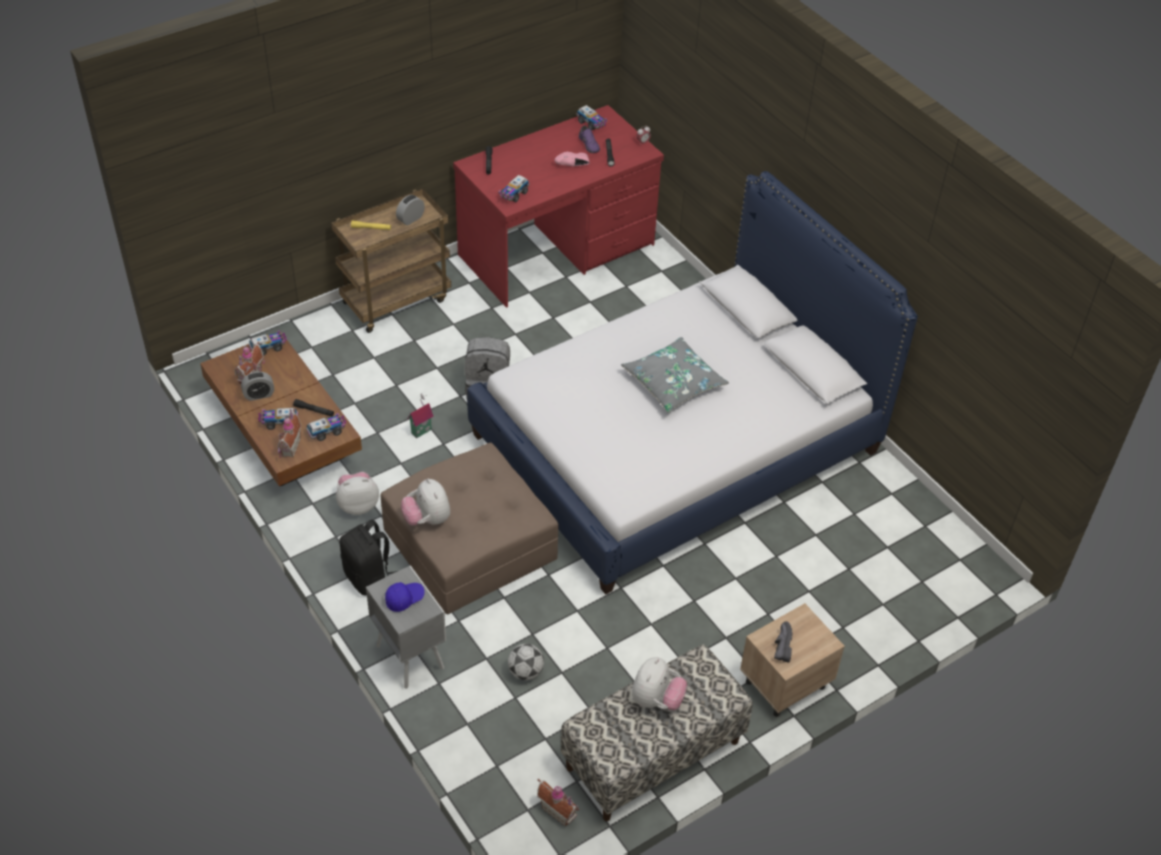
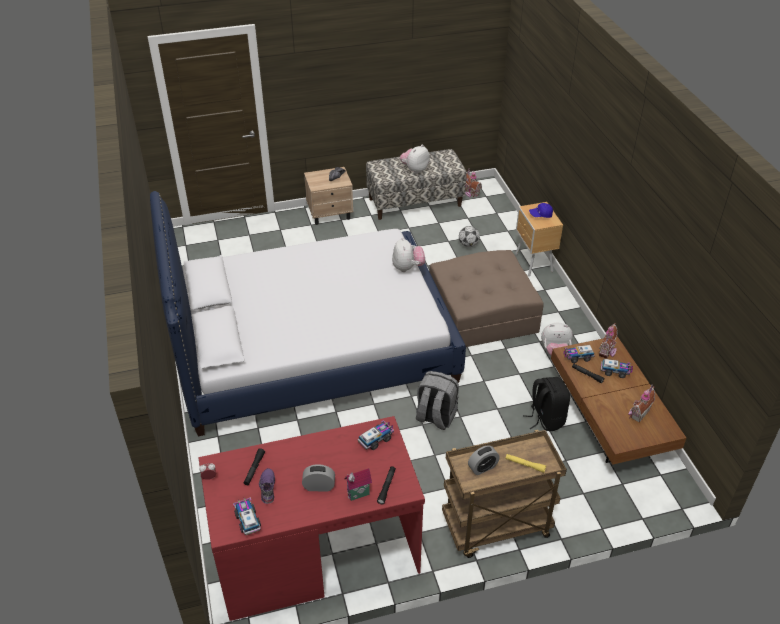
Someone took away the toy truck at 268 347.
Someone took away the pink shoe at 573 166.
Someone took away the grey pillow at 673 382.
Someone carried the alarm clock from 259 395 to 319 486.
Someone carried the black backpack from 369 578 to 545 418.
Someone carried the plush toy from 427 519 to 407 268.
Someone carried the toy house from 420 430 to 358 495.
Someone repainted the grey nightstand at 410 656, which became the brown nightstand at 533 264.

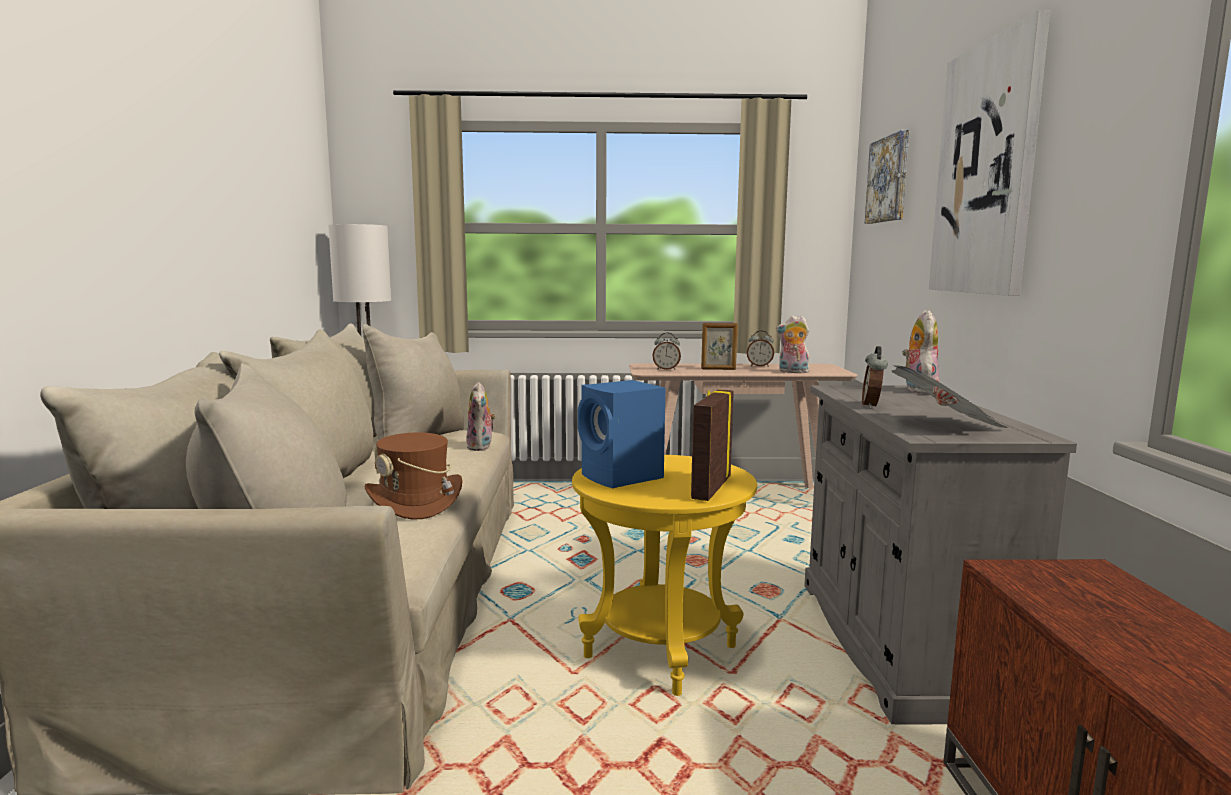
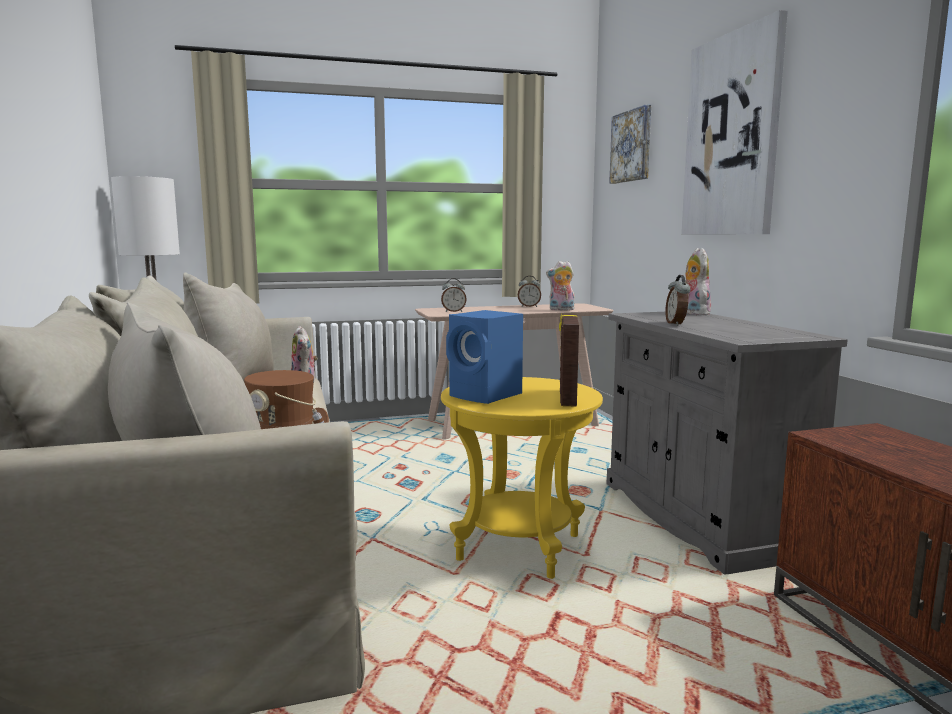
Someone took away the picture frame at 718 369.
Someone took away the newspaper at 946 426.

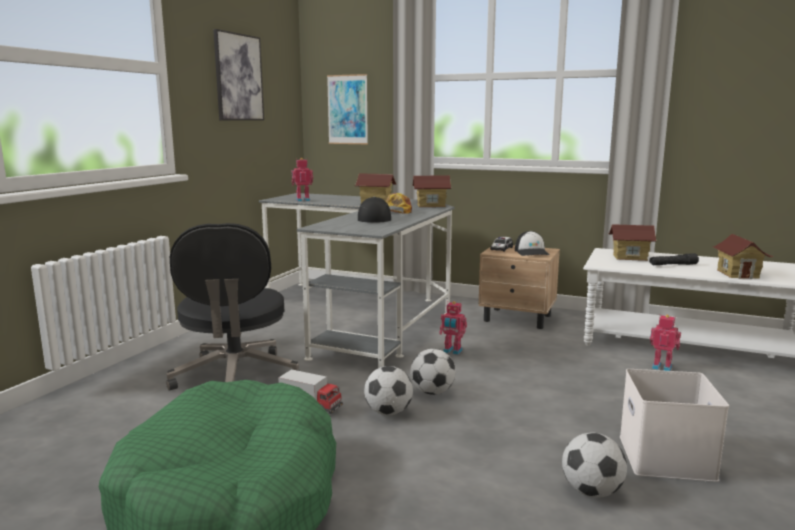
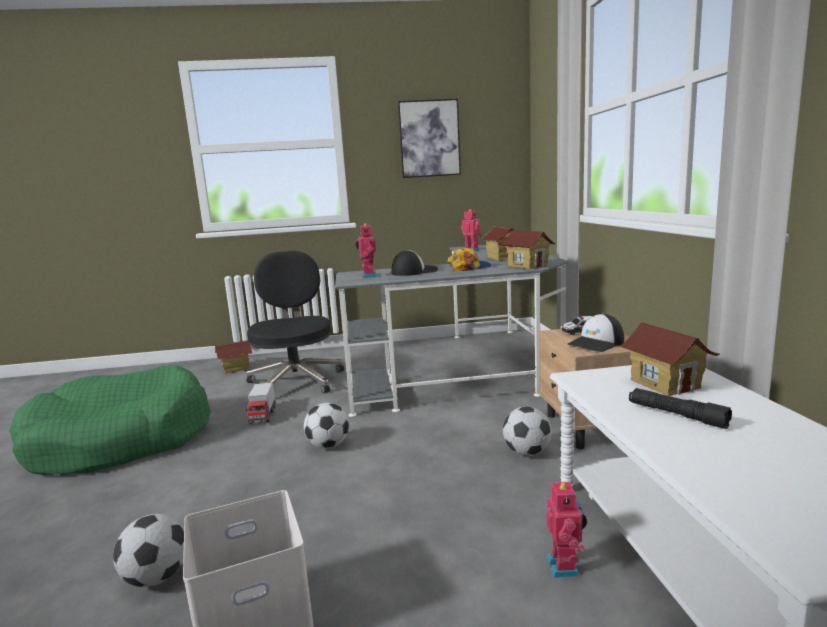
Someone took away the picture at 347 109.
Someone carried the football from 388 412 to 527 452.
Someone carried the toy robot from 452 351 to 368 276.
Someone carried the toy house from 738 274 to 236 369.
Someone rotated the black office chair at 235 377 by 120 degrees clockwise.

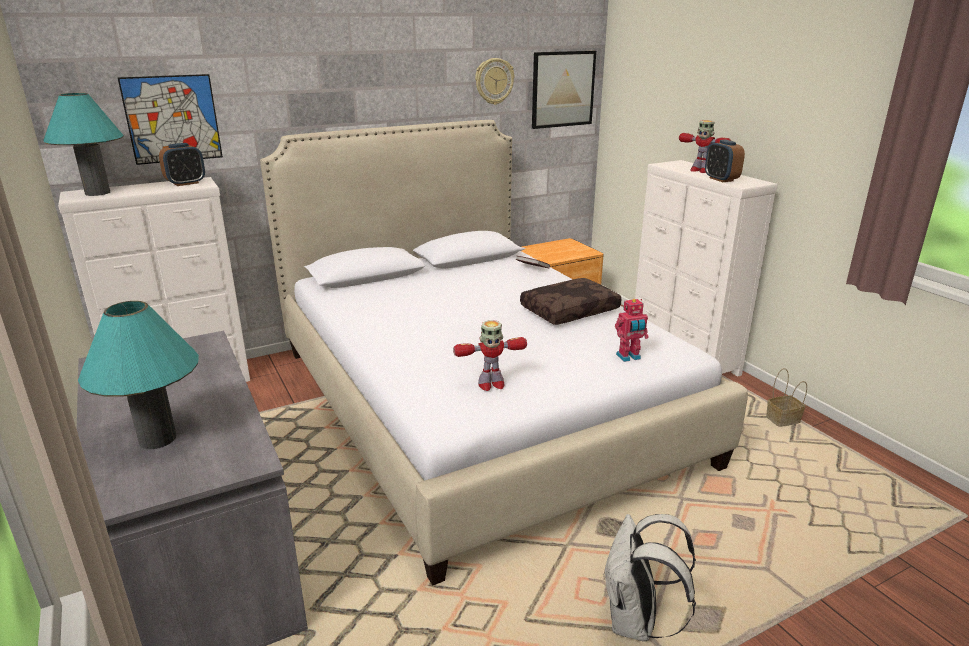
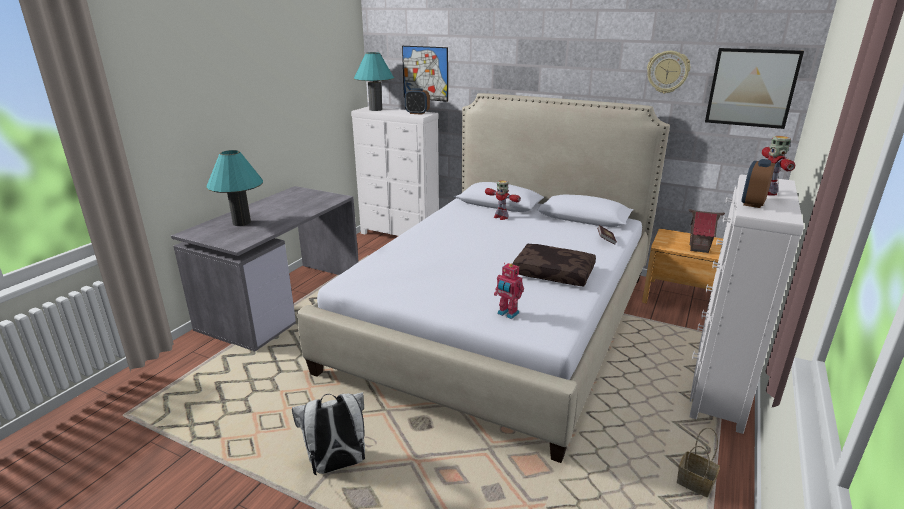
Someone put down the toy house at 698 248.
Someone carried the toy robot from 490 384 to 500 217.

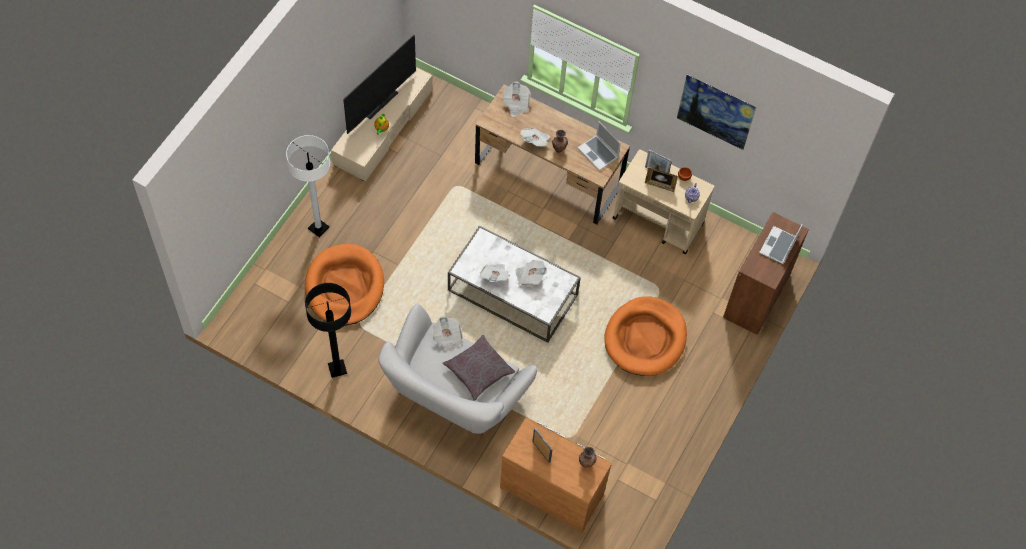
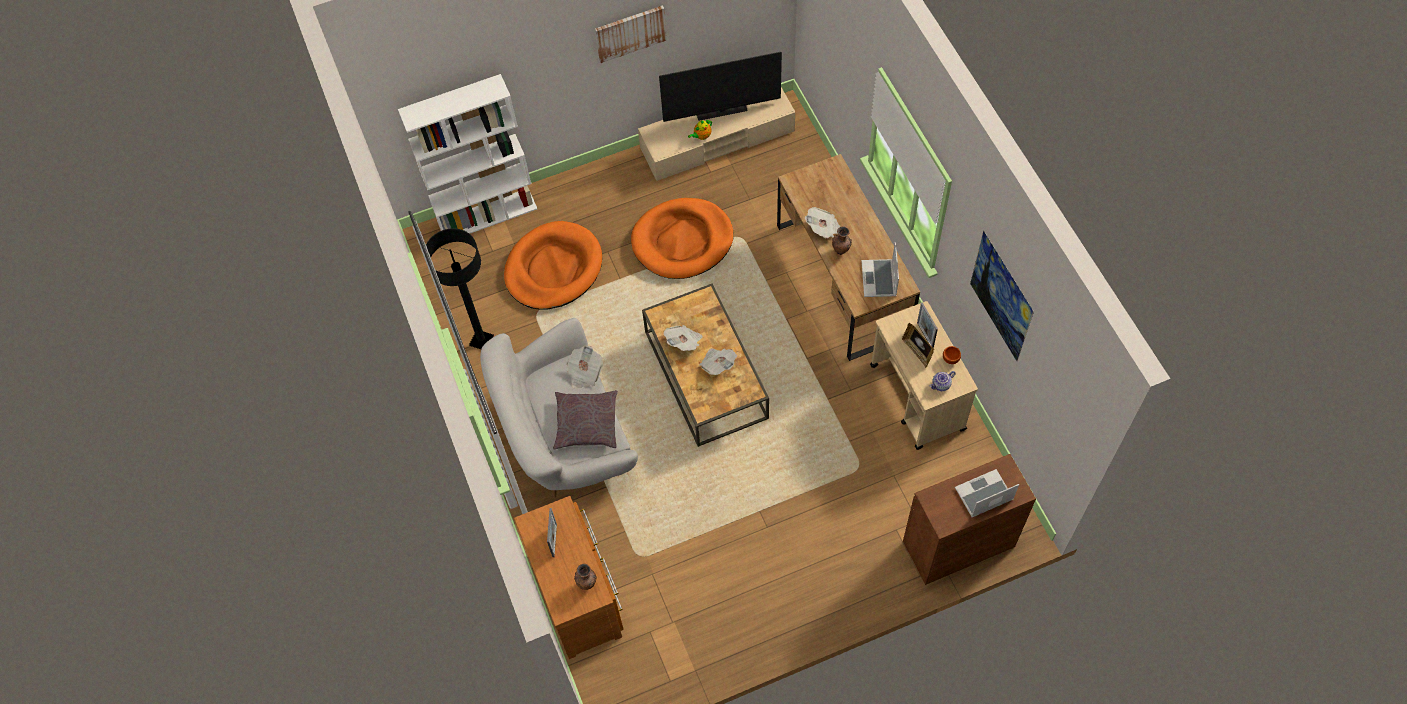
Someone took away the white floor lamp at 318 228.
Someone took away the newspaper at 516 104.
Someone put down the white bookcase at 487 214.
Someone put up the picture at 630 33.
Someone carried the orange dog bed from 645 338 to 682 241.
Someone repainted the white coffee table at 512 293, which became the brown coffee table at 705 375.

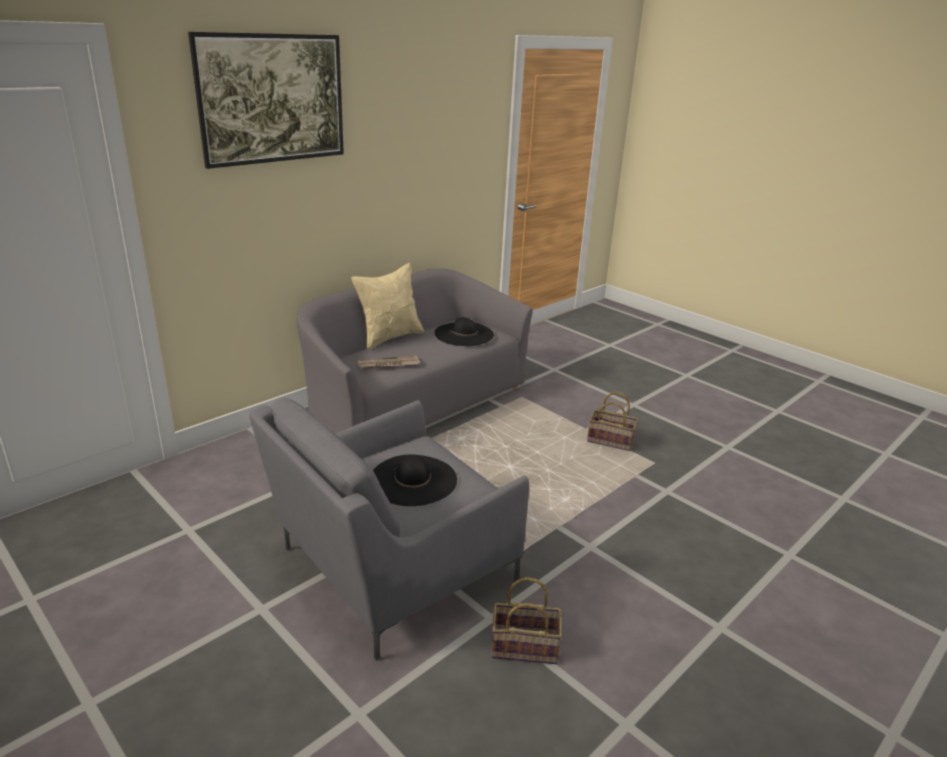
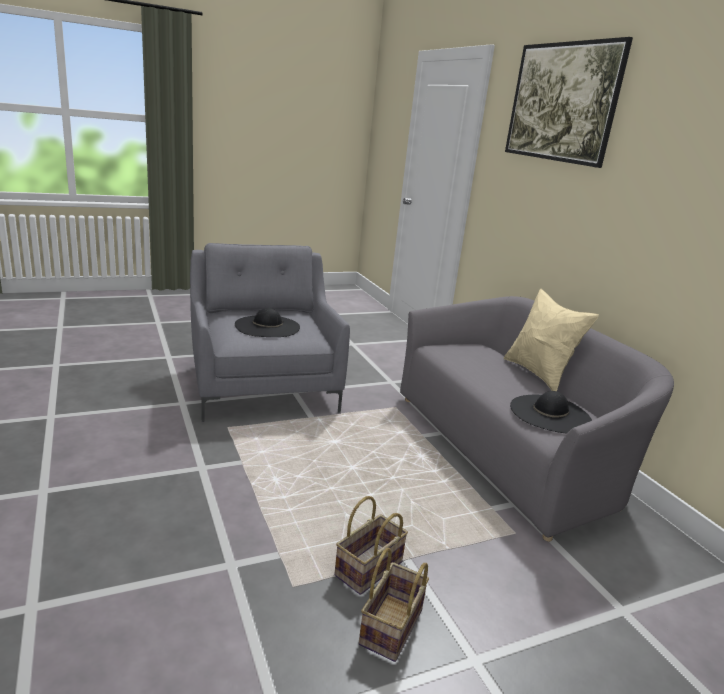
Someone took away the newspaper at 388 365.
Someone carried the basket from 526 646 to 392 628.

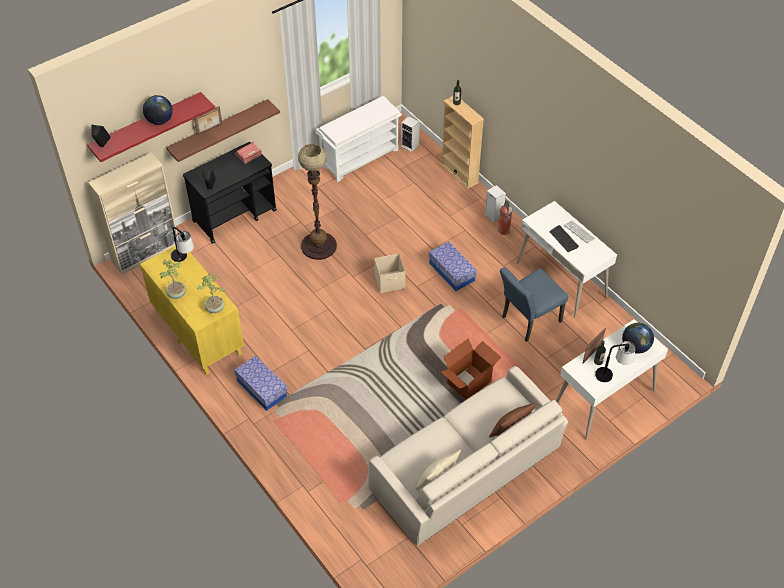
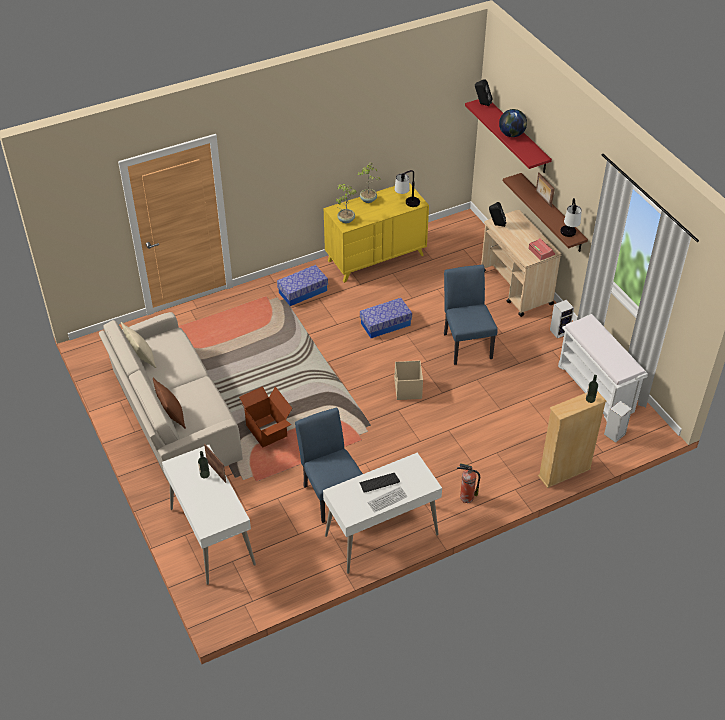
Someone took away the beige cabinet at 146 253.
Someone took away the globe at 635 346.
Someone carried the storage box from 452 272 to 385 324.
Someone carried the speaker from 493 215 to 560 331.
Someone carried the table lamp from 612 374 to 568 237.
Someone swapped the floor lamp at 318 246 for the blue chair at 466 343.
Someone repainted the black cart at 235 215, which became the beige cart at 516 288.

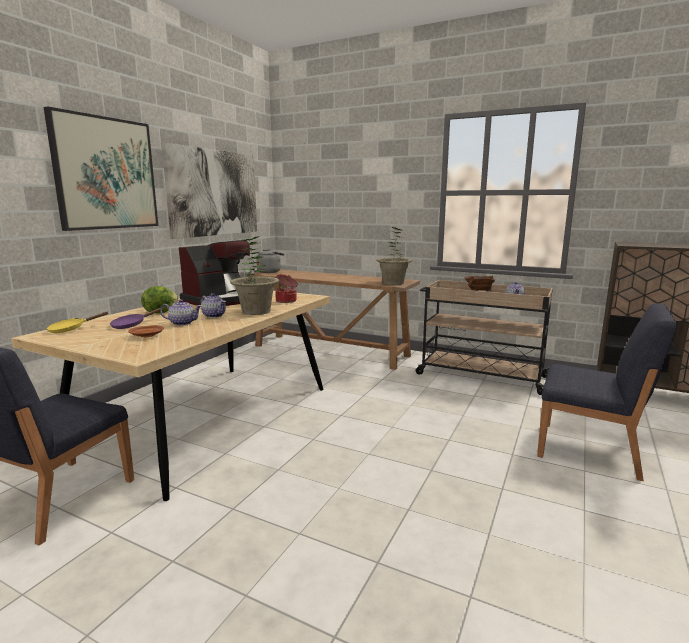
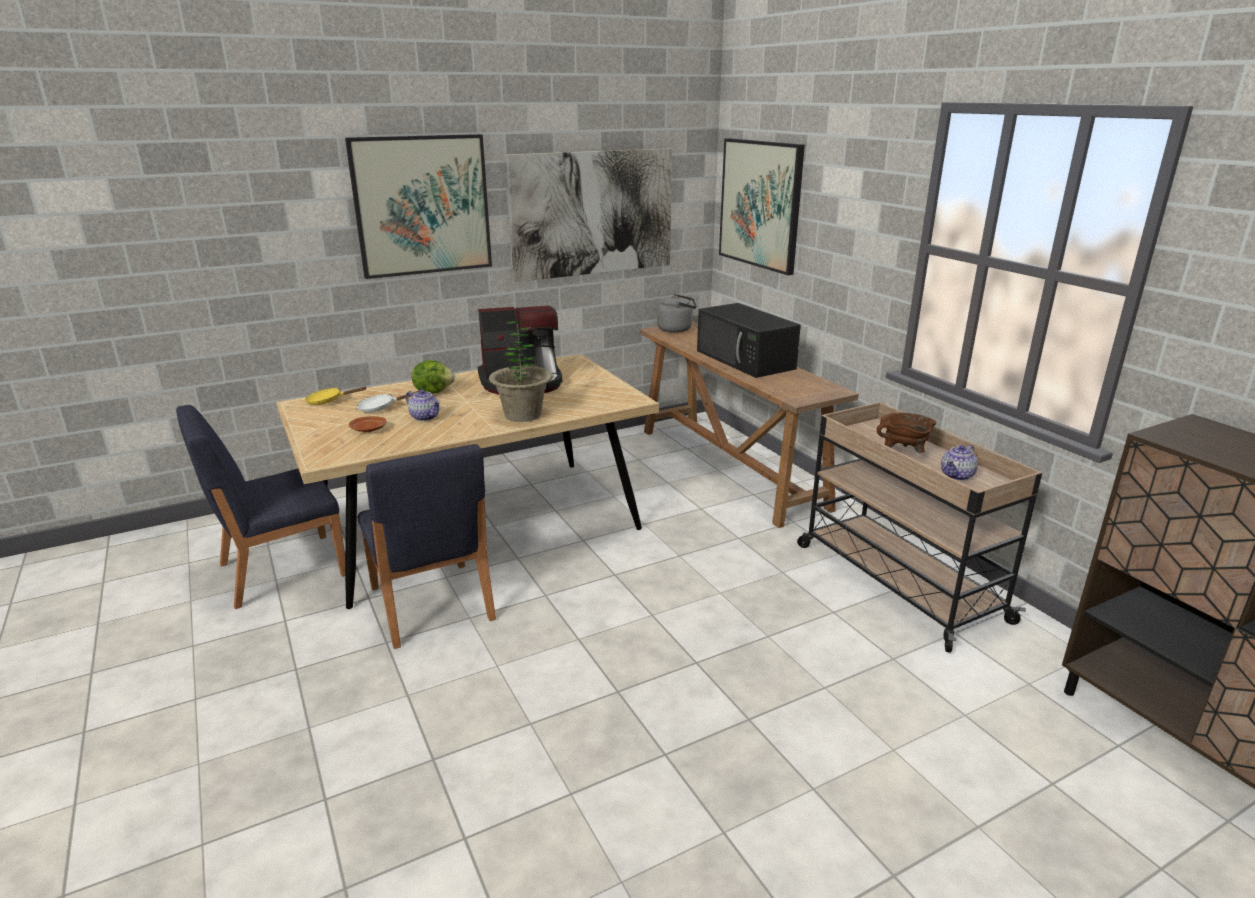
Someone took away the teapot at 214 315.
Someone took away the cooking pot at 286 301.
Someone took away the potted plant at 393 283.
Someone put down the black microwave at 746 360.
Someone put up the picture at 760 204.
Someone carried the blue chair from 590 450 to 431 604.
Someone repainted the purple frying pan at 131 325, which became the white frying pan at 381 408.

